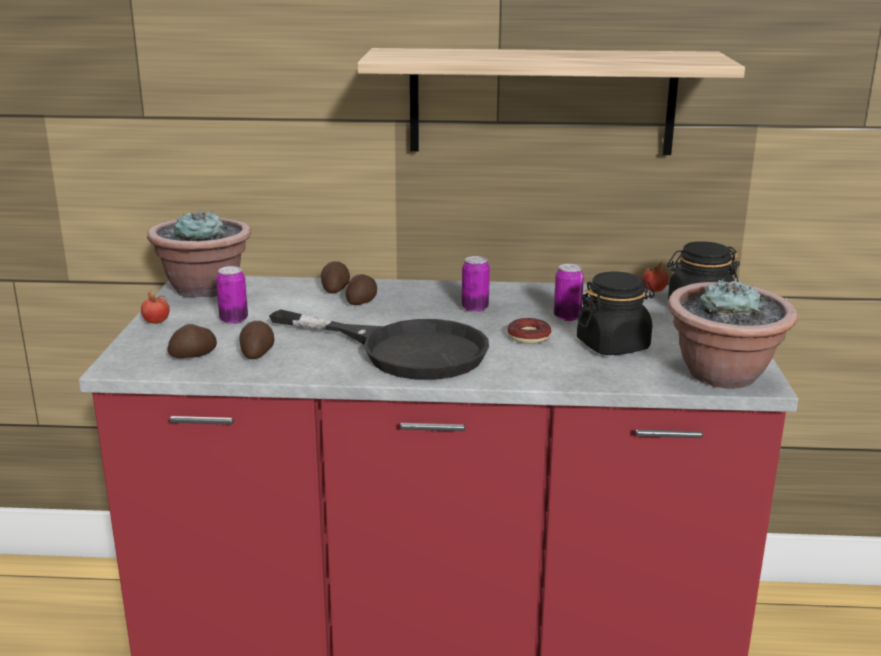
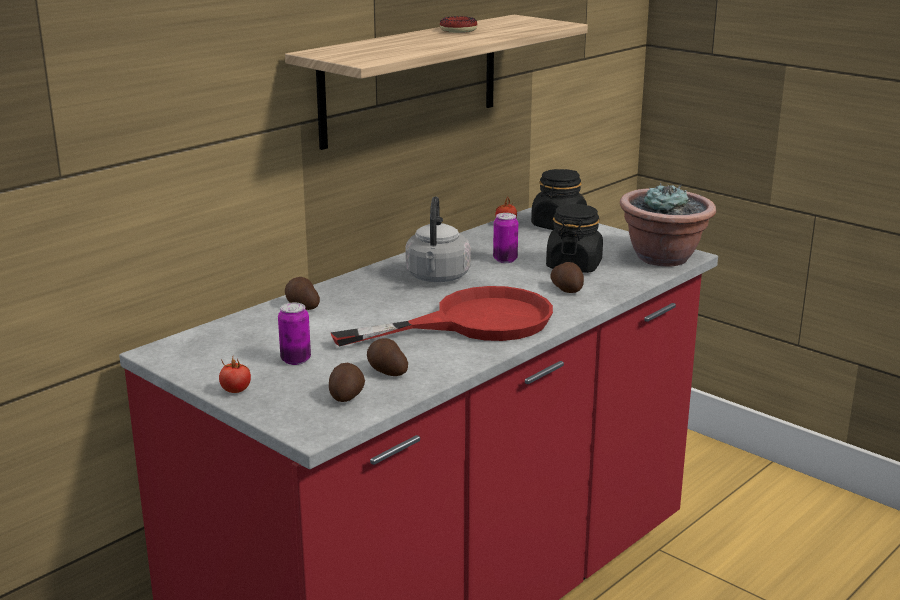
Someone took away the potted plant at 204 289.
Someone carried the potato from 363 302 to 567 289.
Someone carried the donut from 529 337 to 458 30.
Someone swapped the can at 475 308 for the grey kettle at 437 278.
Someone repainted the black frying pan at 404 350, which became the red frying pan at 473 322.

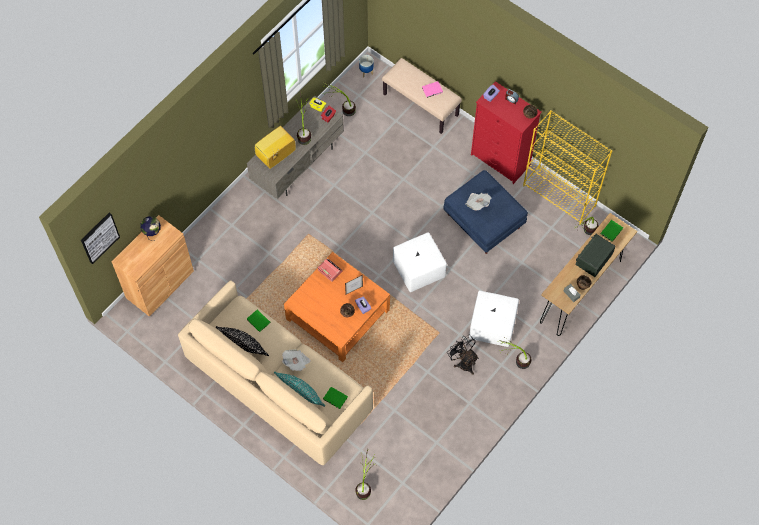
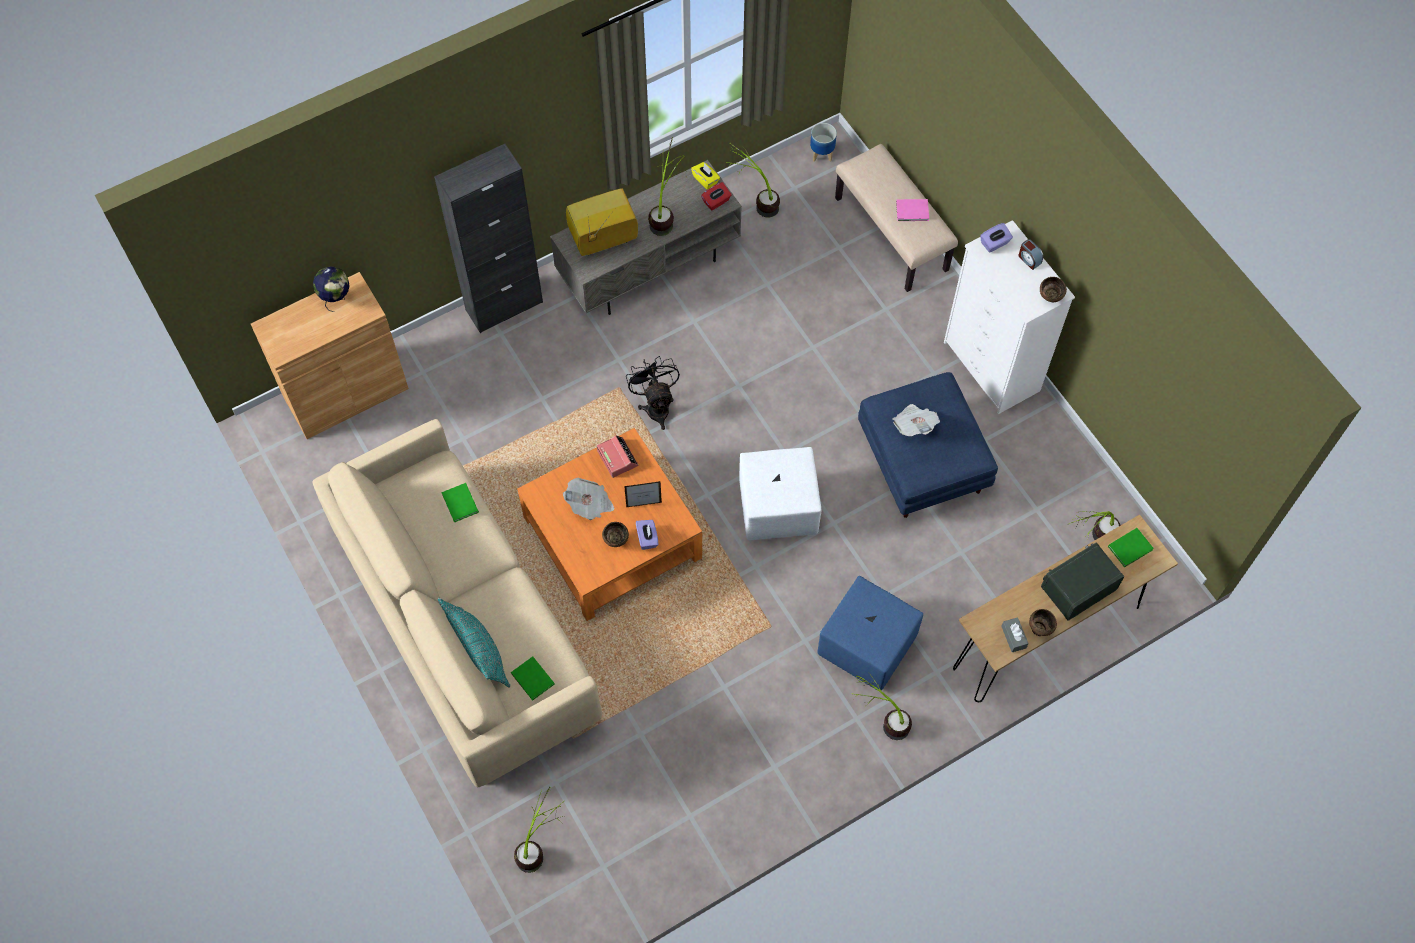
Someone took away the picture at 99 237.
Someone took away the black pillow at 244 346.
Someone took away the yellow bookcase at 559 196.
Someone put down the black cabinet at 504 306.
Someone carried the newspaper from 296 362 to 590 505.
Someone carried the black fan from 463 362 to 656 406.
Someone repainted the white ottoman at 492 327, which became the blue ottoman at 867 647.
Someone repainted the red dresser at 500 160, which became the white dresser at 991 367.

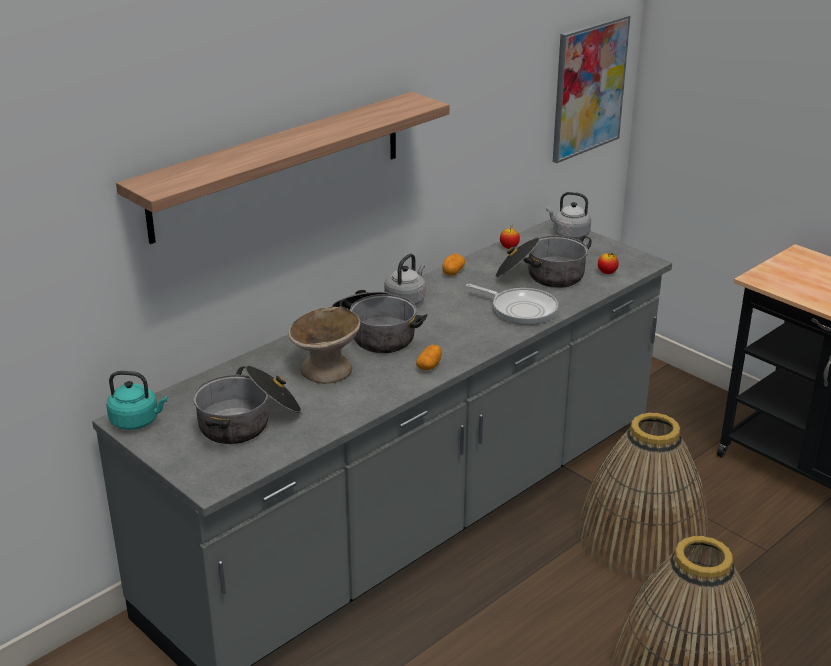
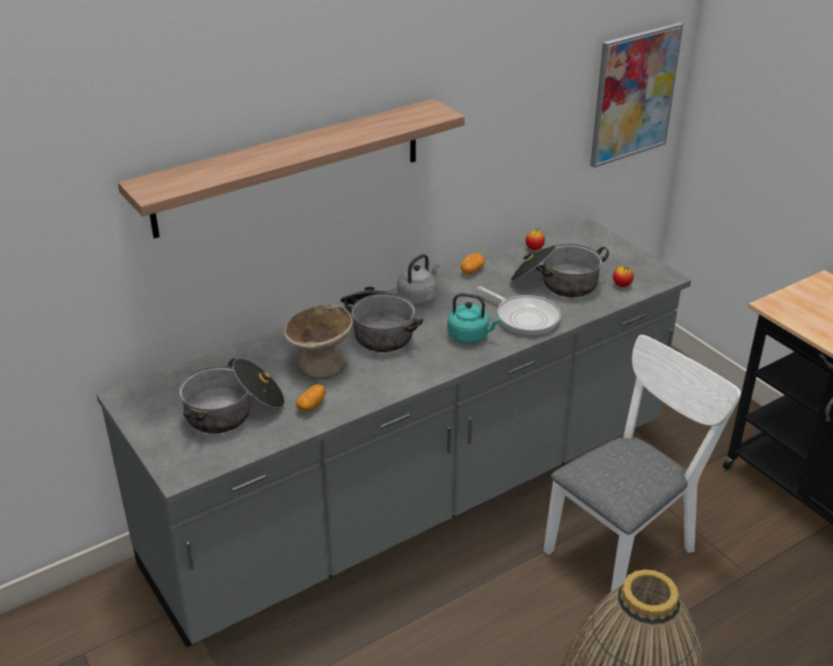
Someone took away the grey kettle at 569 235.
Someone carried the turquoise kettle from 137 421 to 470 336.
Someone carried the potato from 429 366 to 311 405.
Someone swapped the basket at 642 537 for the white chair at 626 544.

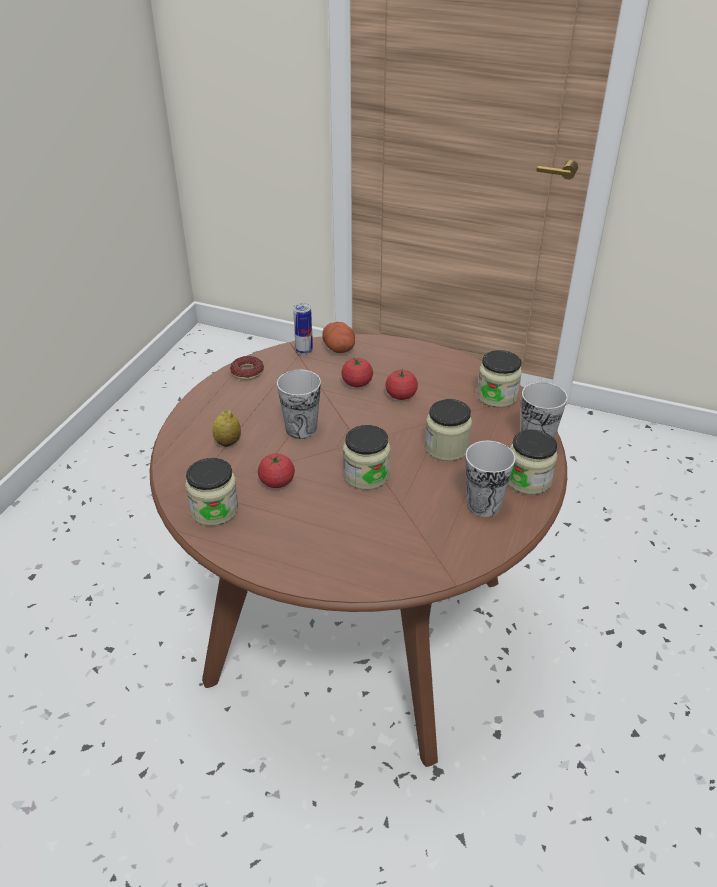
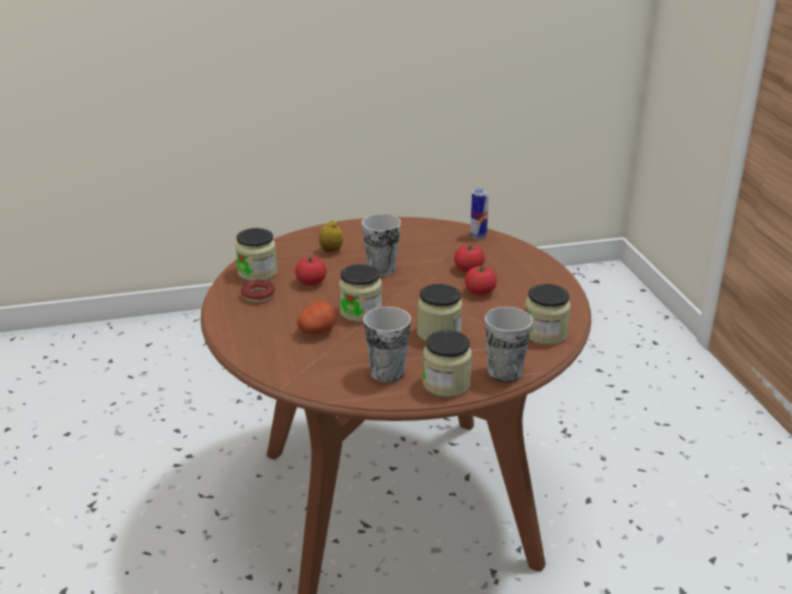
Someone carried the donut from 247 372 to 258 295.
Someone carried the potato from 340 348 to 317 331.

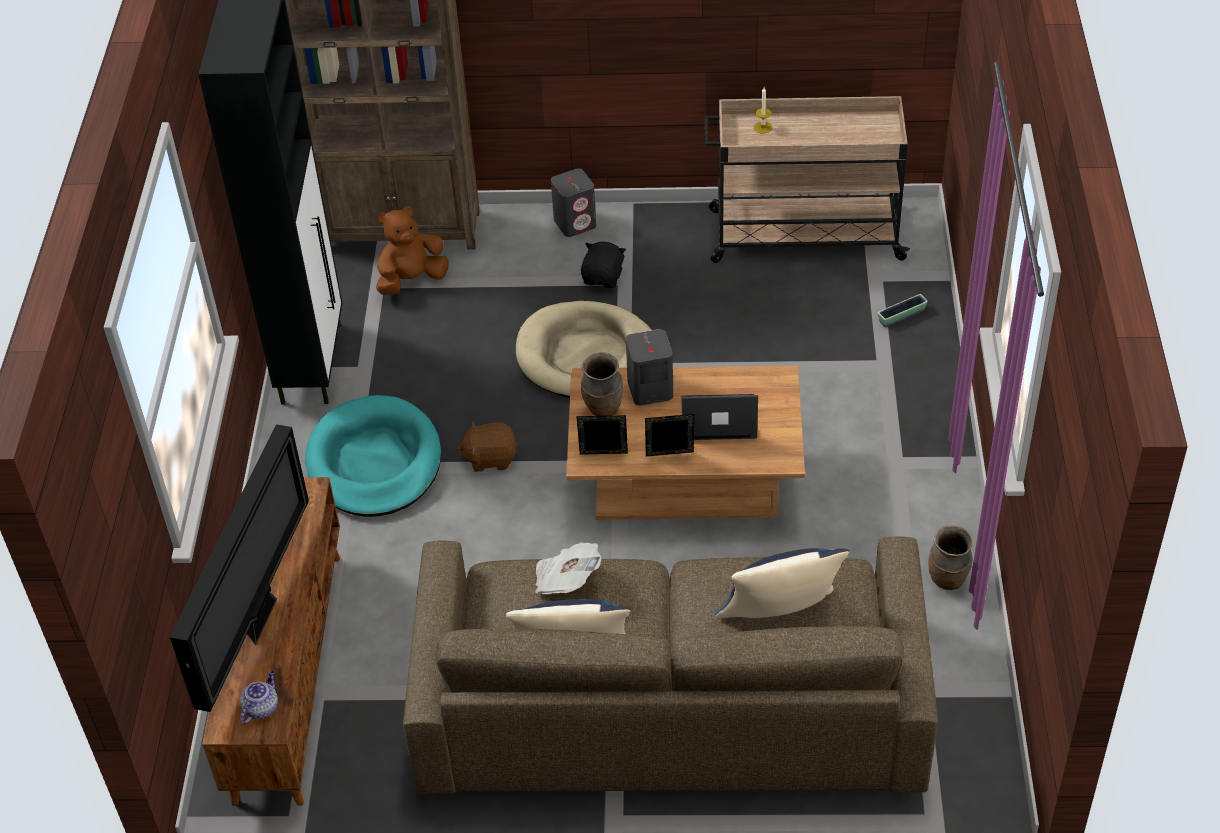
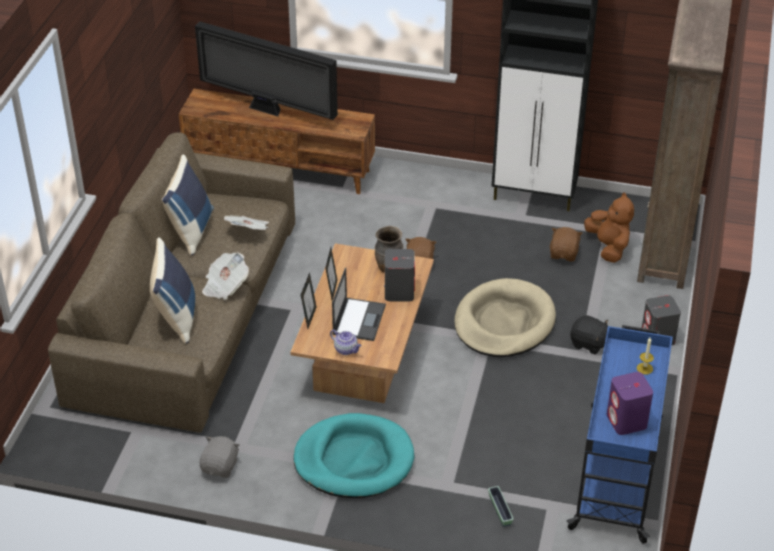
Someone put down the newspaper at 225 286.
Someone put down the brown plush toy at 564 254.
Someone put down the purple speaker at 626 421.
Someone carried the teapot from 261 707 to 346 349.
Someone carried the turquoise dog bed from 374 462 to 354 460.
Someone carried the picture frame from 603 456 to 309 317.
Someone swapped the brown vase at 948 580 for the grey plush toy at 220 466.
Someone repainted the beige cart at 803 234, which became the blue cart at 617 471.

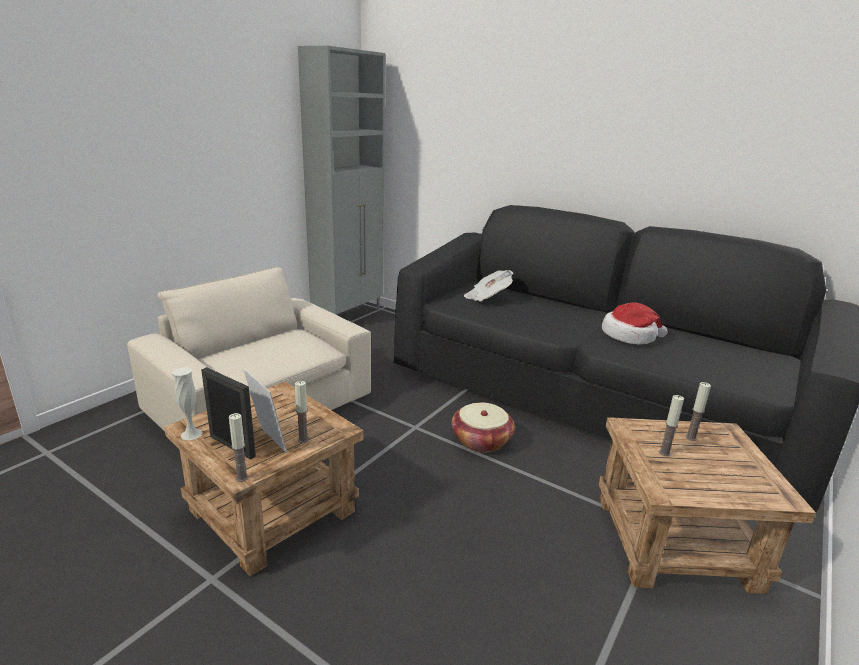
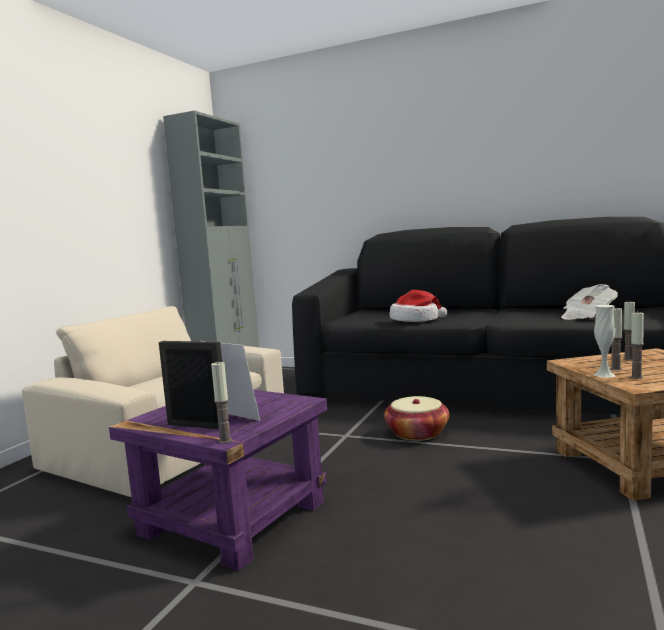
Someone carried the white vase from 191 434 to 604 375.
Someone carried the candle from 303 439 to 636 377.
Someone carried the newspaper from 487 297 to 586 316.
Someone carried the hat from 630 336 to 416 320.
Someone repainted the brown side table at 270 511, which became the purple side table at 230 518.

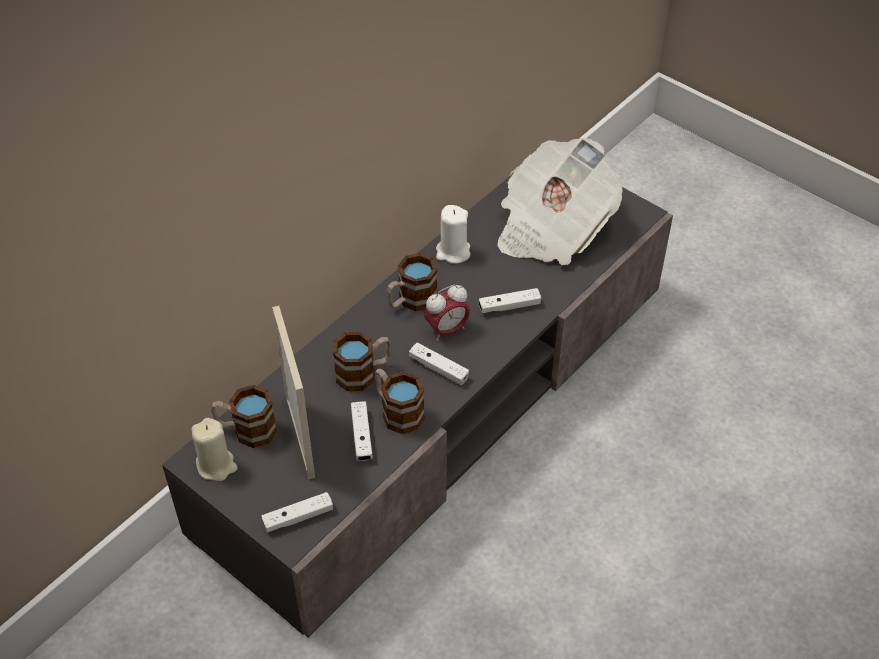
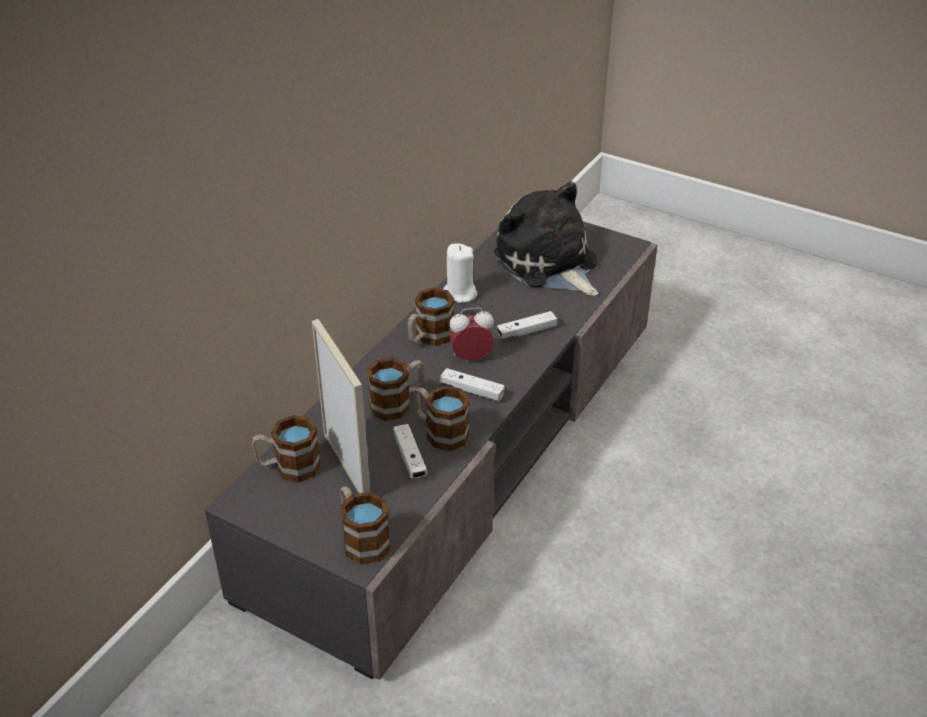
Someone took away the beige candle at 216 465.
Someone swapped the white game controller at 298 517 for the mug at 361 539.
Someone swapped the newspaper at 552 227 for the plush toy at 548 264.
Someone rotated the alarm clock at 446 330 by 150 degrees counterclockwise.

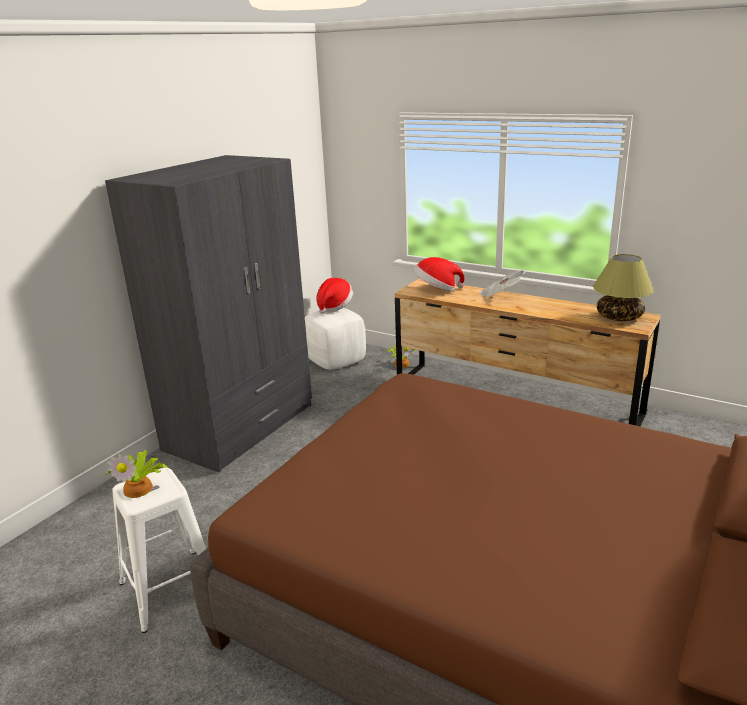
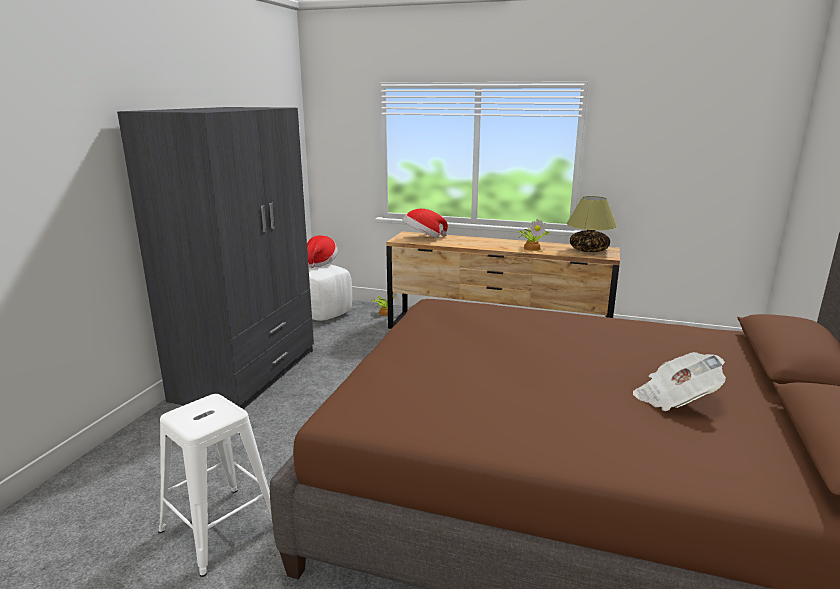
Someone carried the potted plant from 140 488 to 532 248.
Someone carried the newspaper from 500 295 to 674 399.

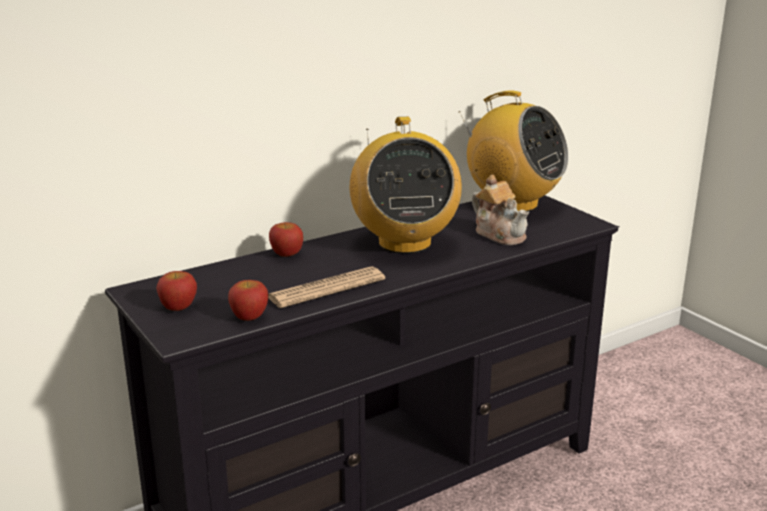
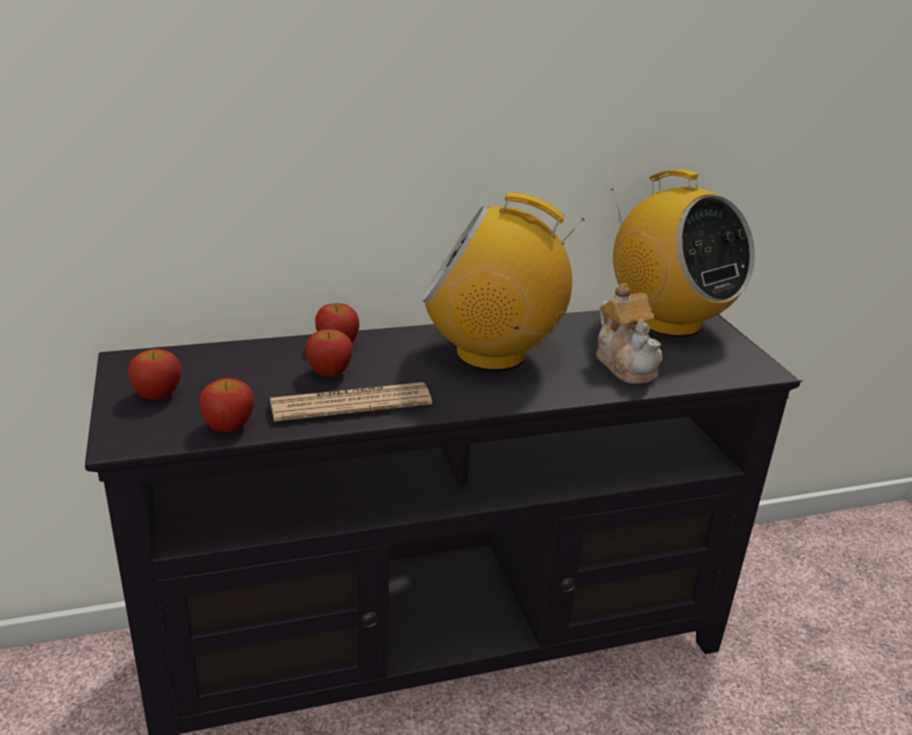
Someone put down the apple at 329 372.
Someone rotated the radio at 404 243 by 90 degrees clockwise.

